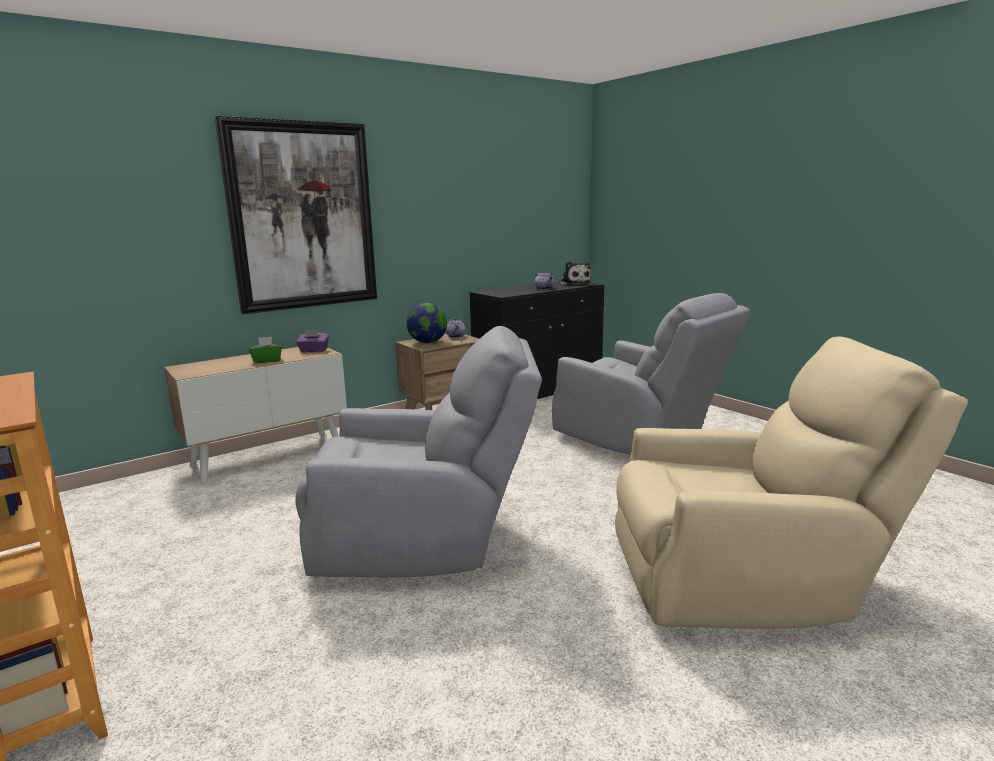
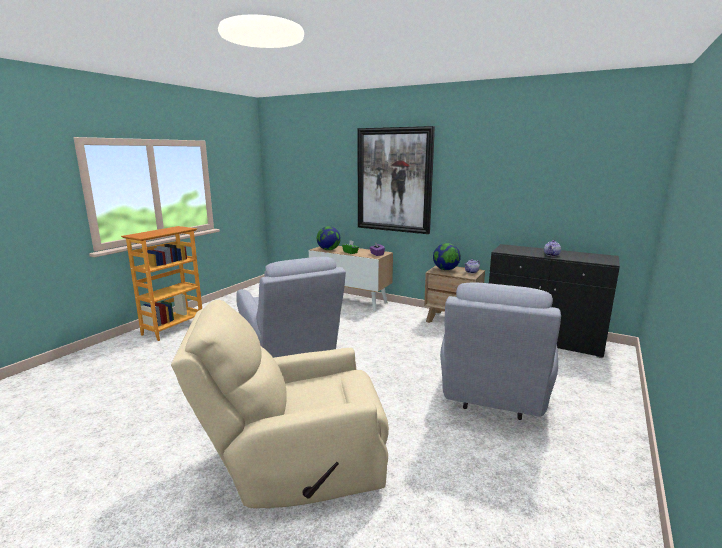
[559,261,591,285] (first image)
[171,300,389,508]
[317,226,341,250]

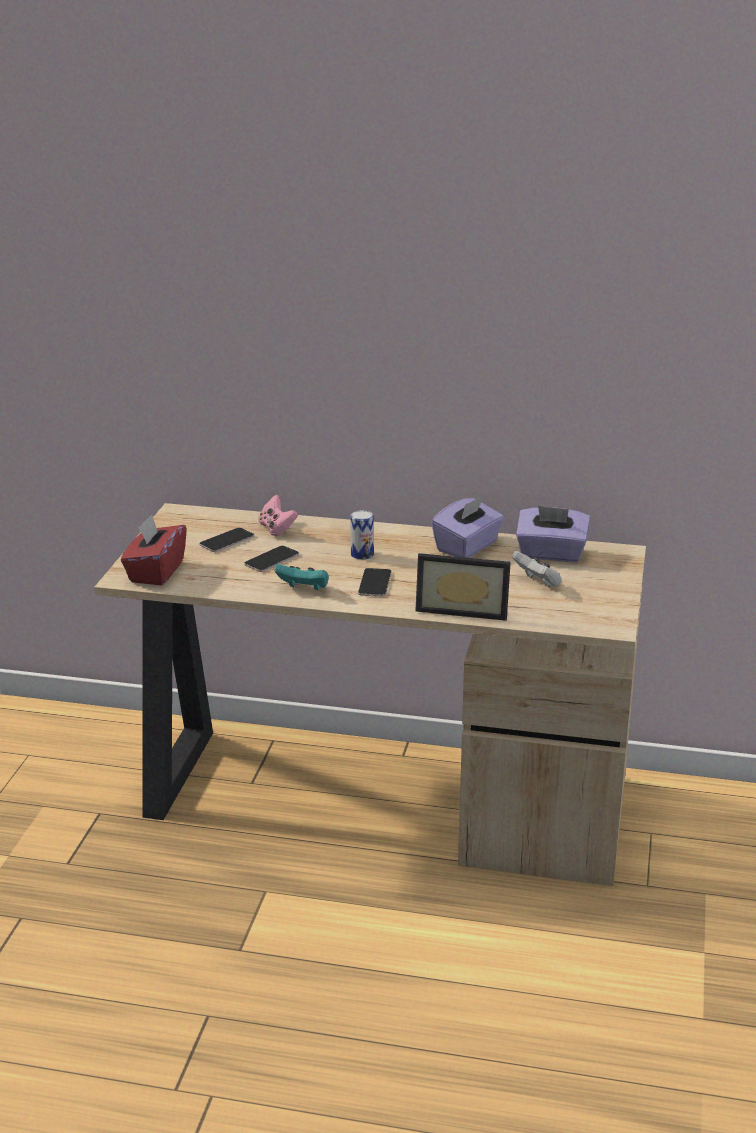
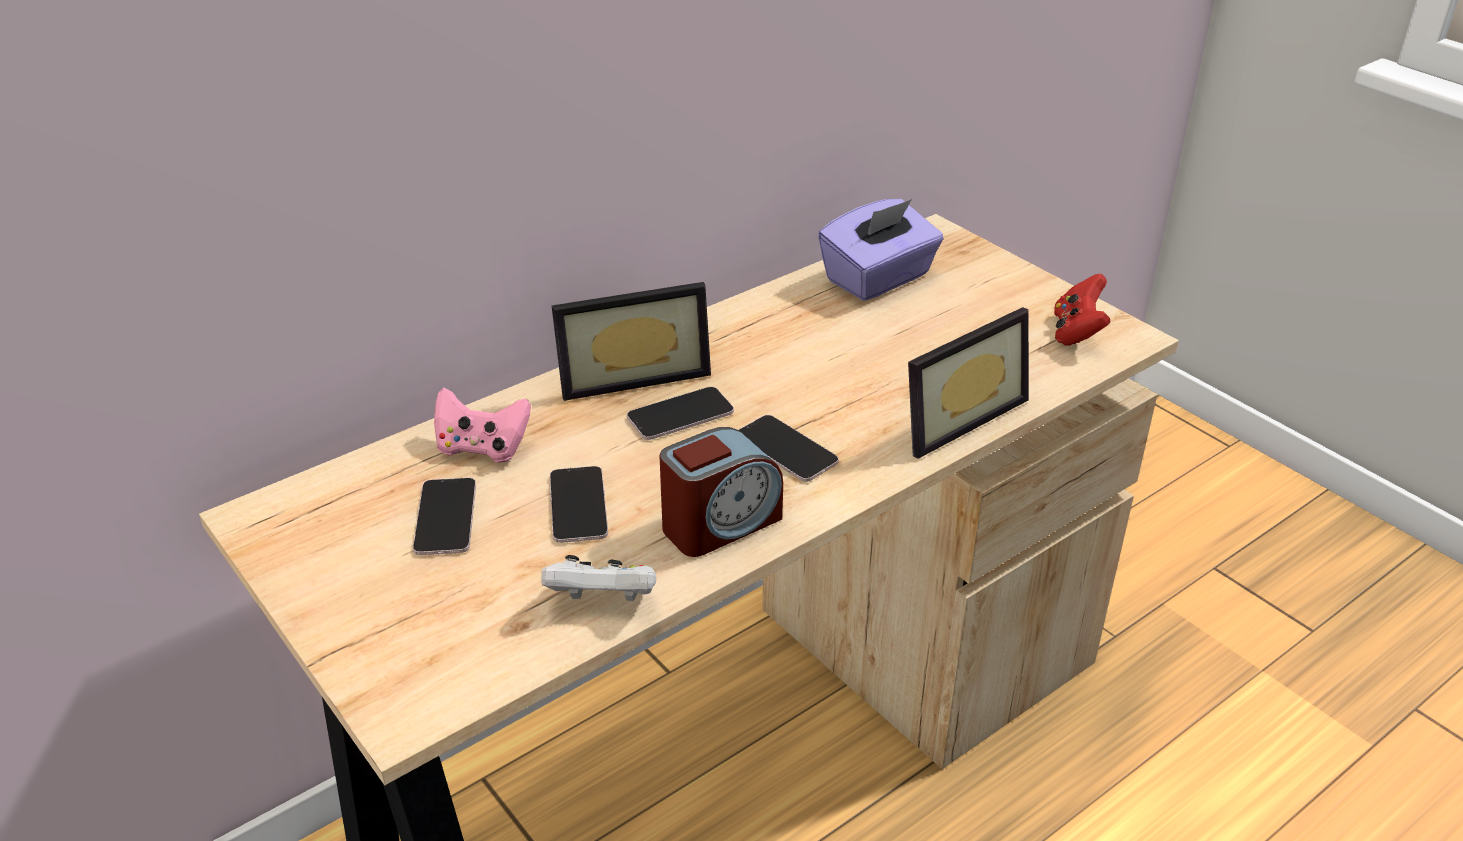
[121,514,187,586] (first image)
[660,427,783,557]
[627,387,734,440]
[431,495,504,558] (first image)
[541,555,656,601]
[551,282,711,401]
[1054,274,1111,346]

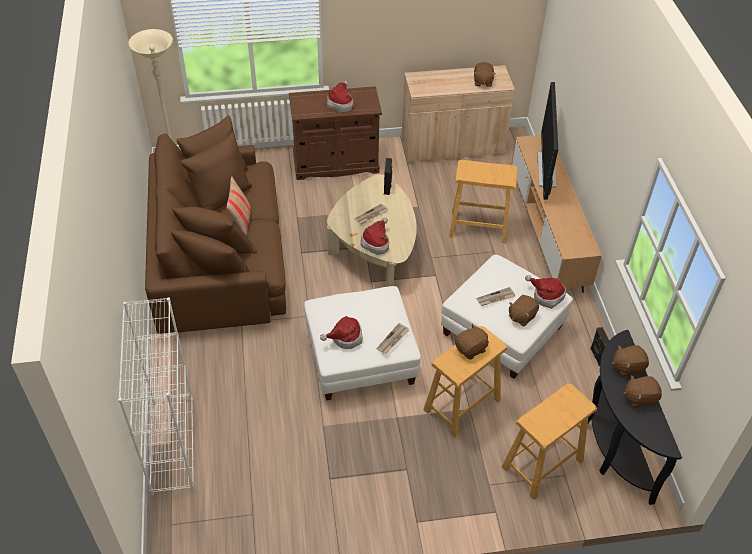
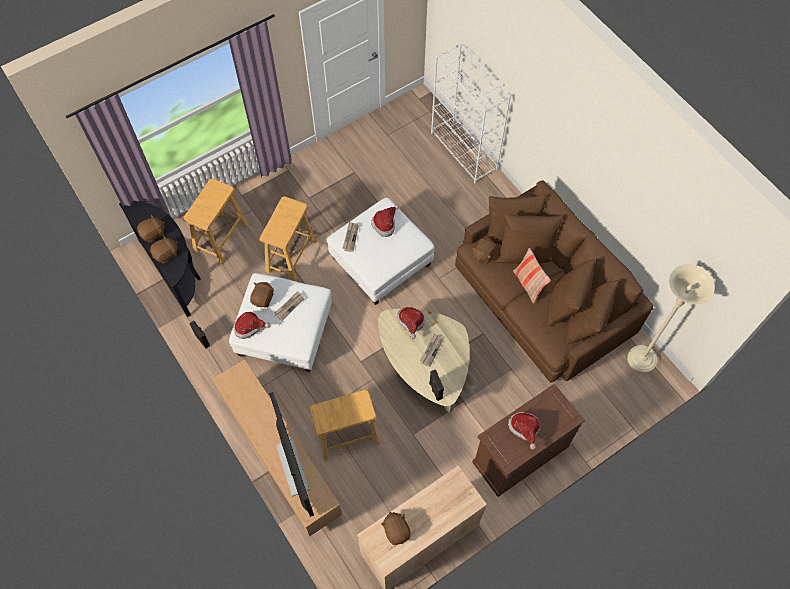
[472,238,496,264]

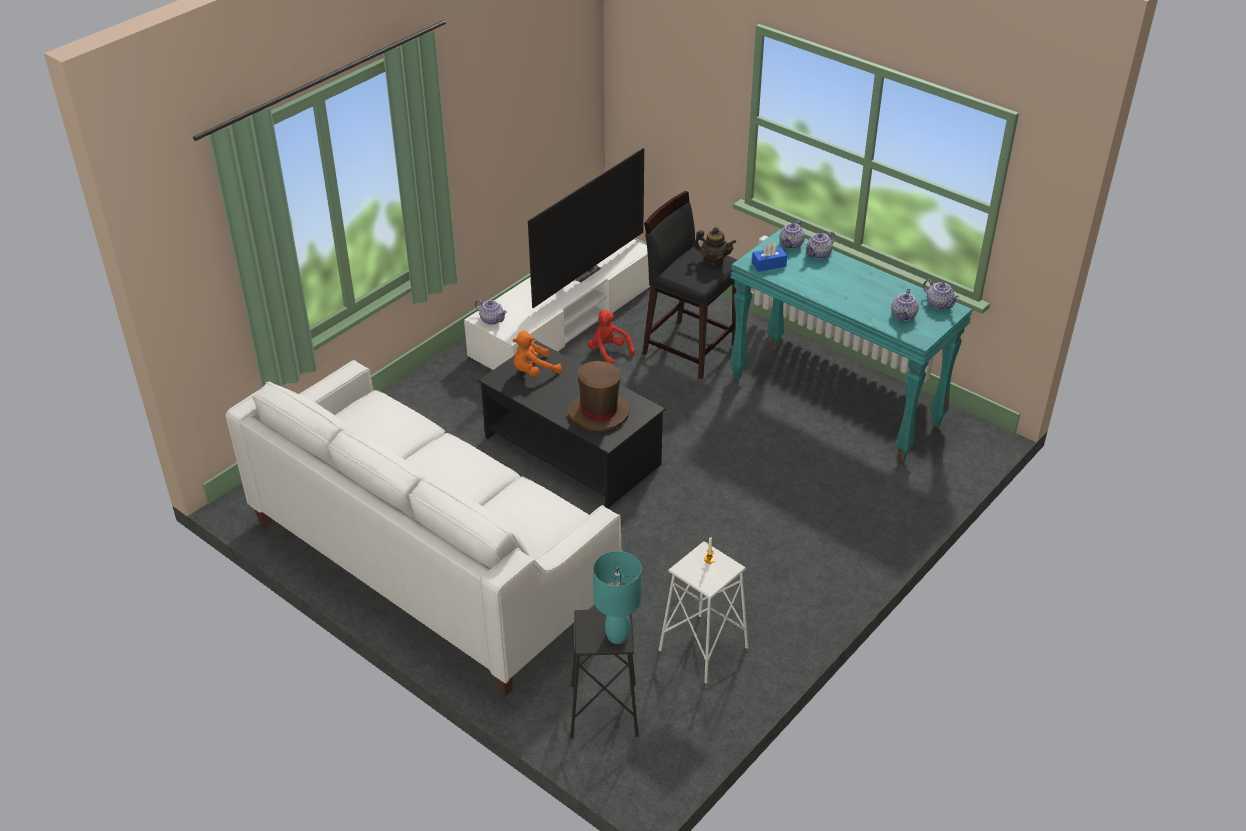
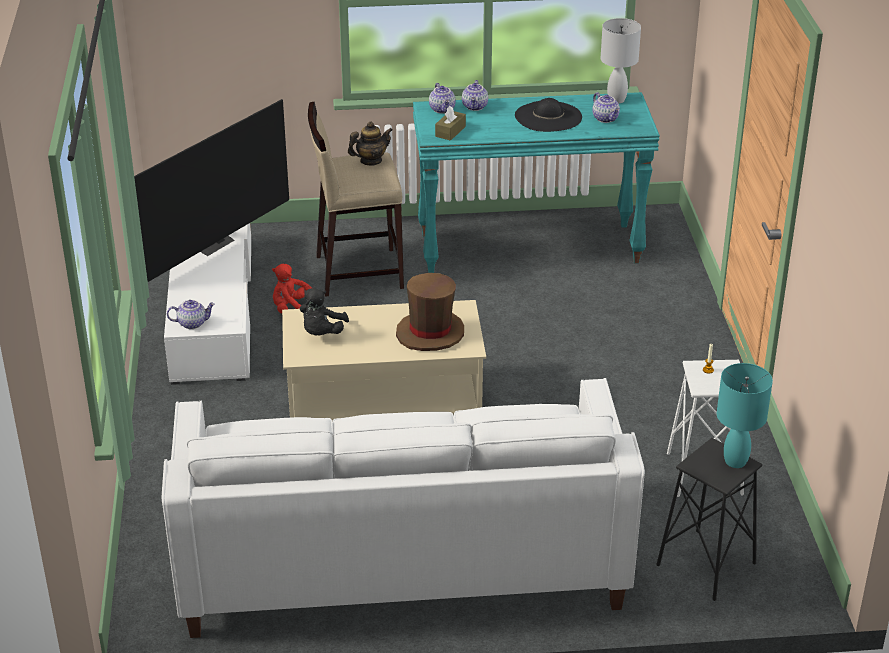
[282,300,486,421]
[300,288,349,335]
[134,99,289,282]
[308,102,404,297]
[435,106,466,141]
[600,18,641,103]
[515,98,582,132]

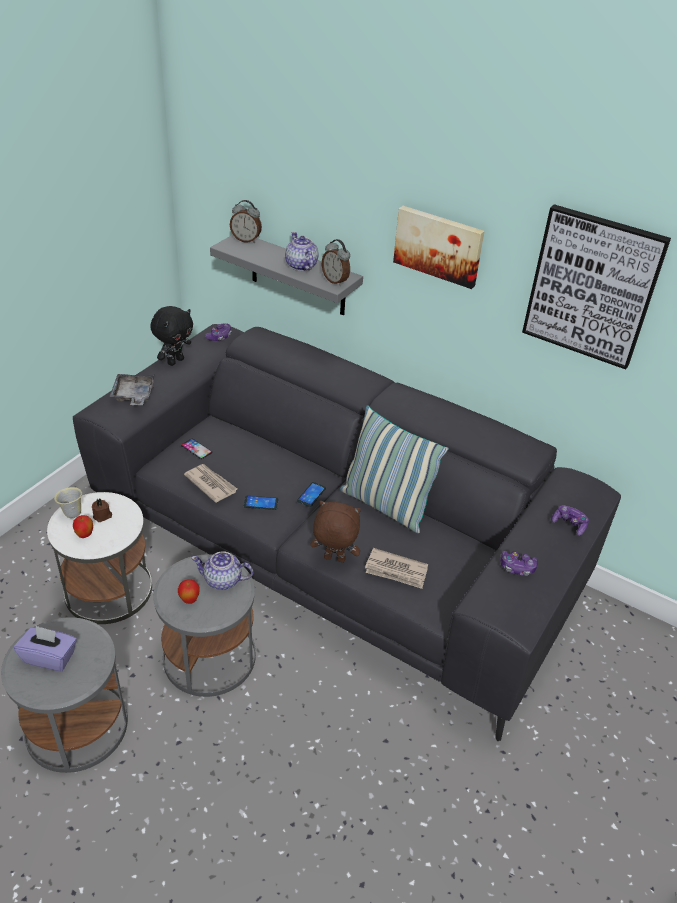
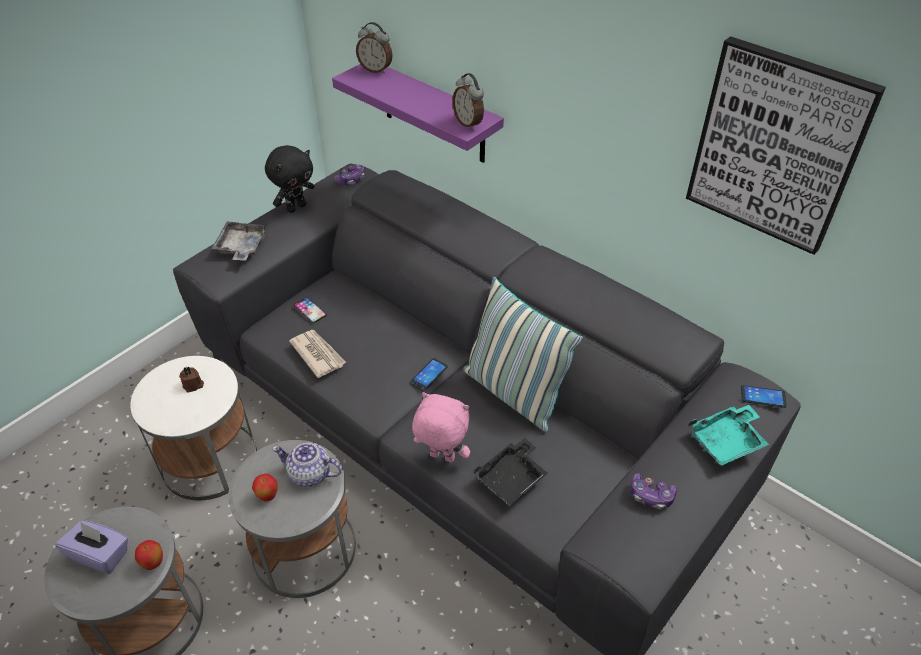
[54,487,82,518] (first image)
[135,540,163,570]
[332,64,504,163]
[741,385,787,408]
[285,232,319,271] (first image)
[412,392,470,463]
[473,438,548,506]
[393,206,485,289] (first image)
[688,405,769,466]

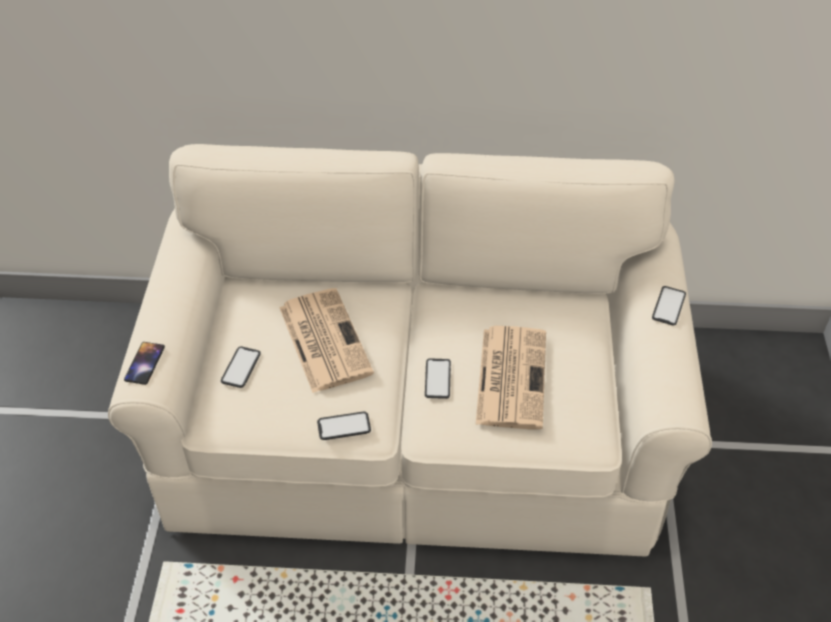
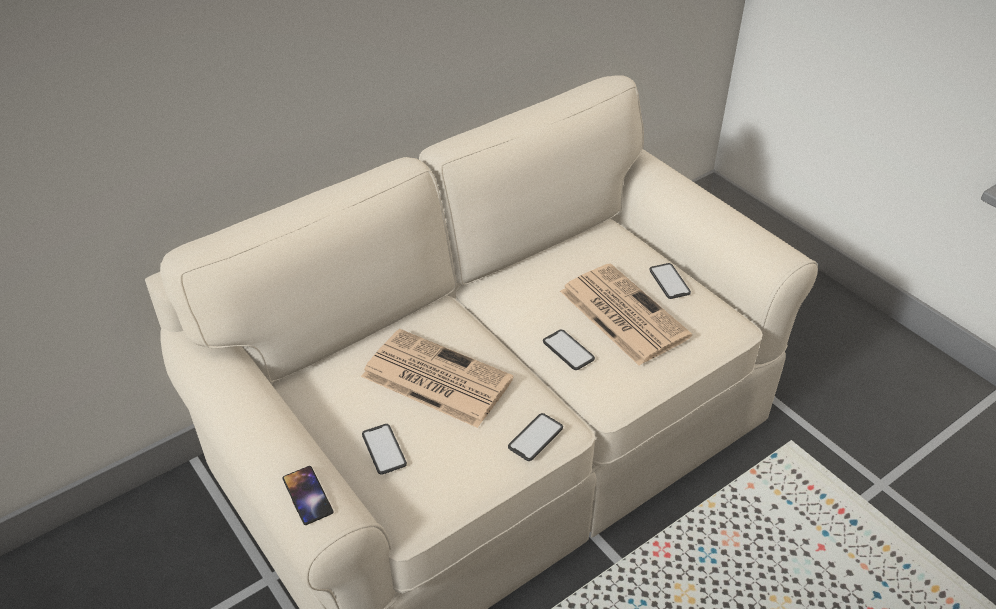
[649,263,691,299]

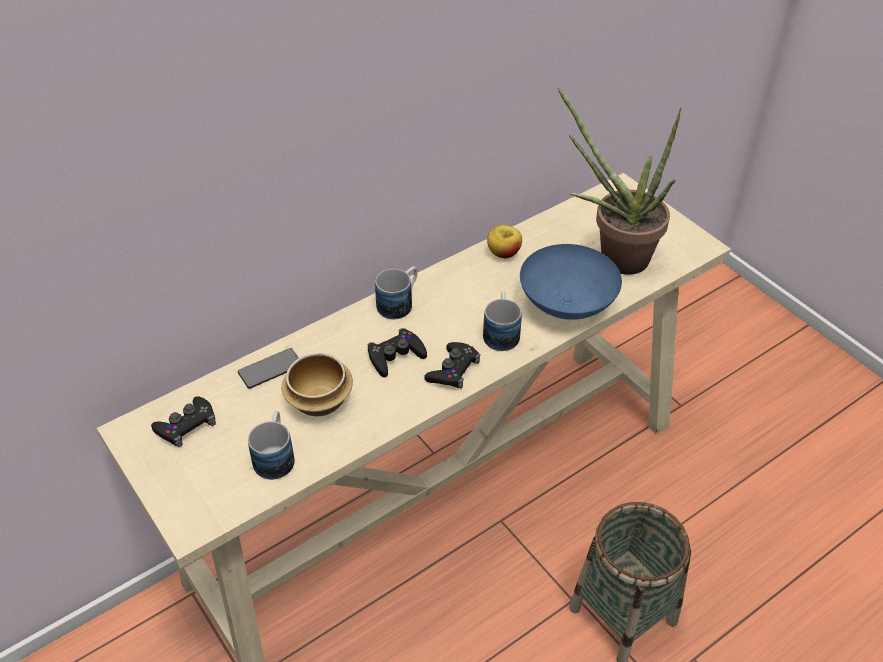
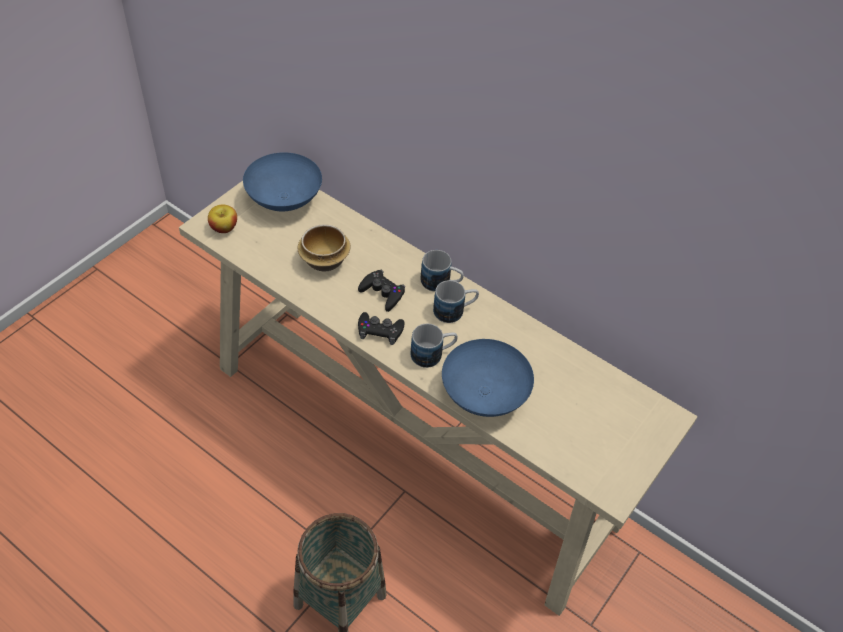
[243,152,322,211]
[238,348,299,389] (first image)
[433,280,479,323]
[208,204,237,233]
[557,87,681,275] (first image)

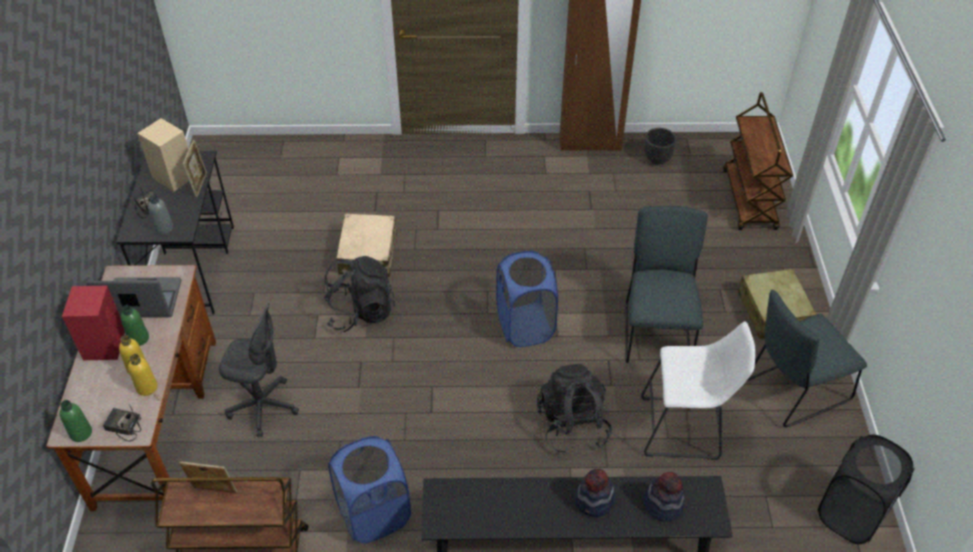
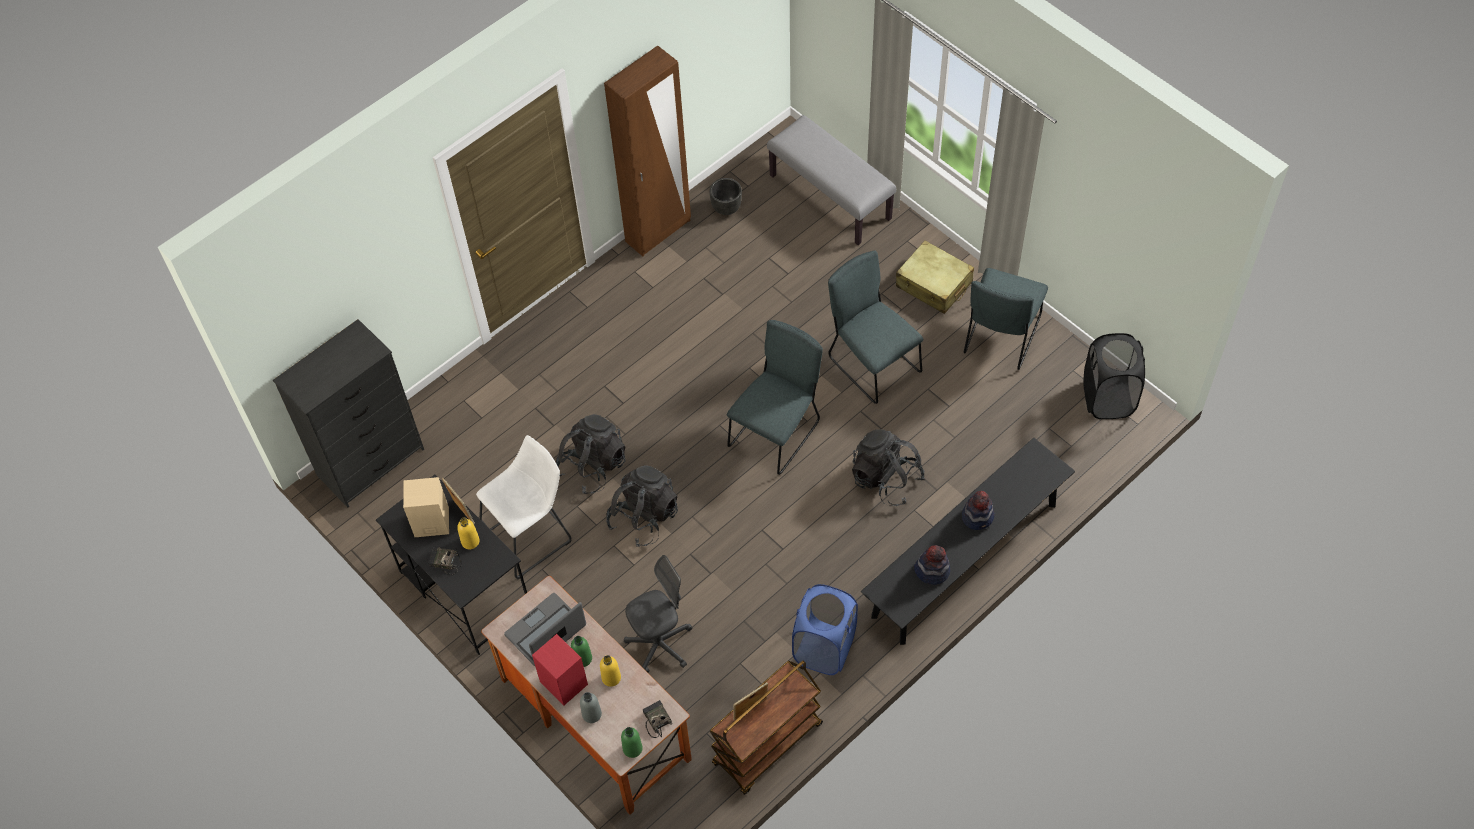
[643,700,672,738]
[457,517,480,549]
[580,692,602,723]
[556,414,626,494]
[727,320,823,475]
[476,435,572,579]
[914,545,950,585]
[767,115,896,245]
[273,319,424,508]

